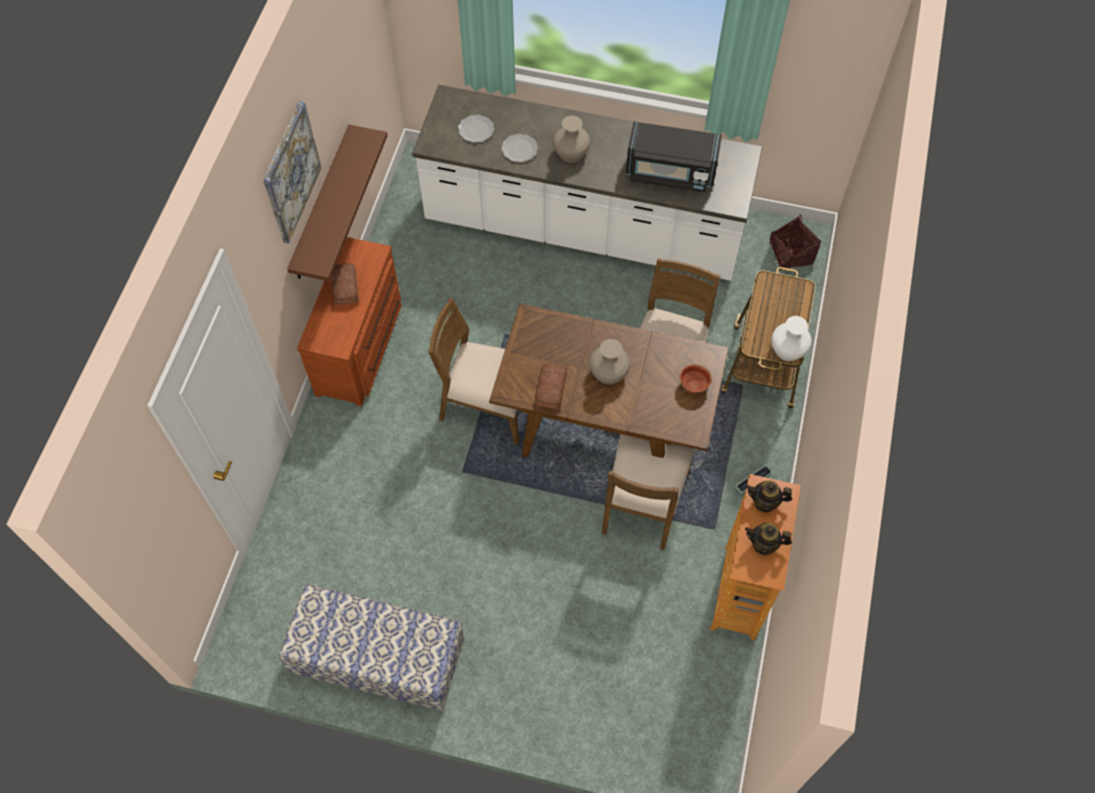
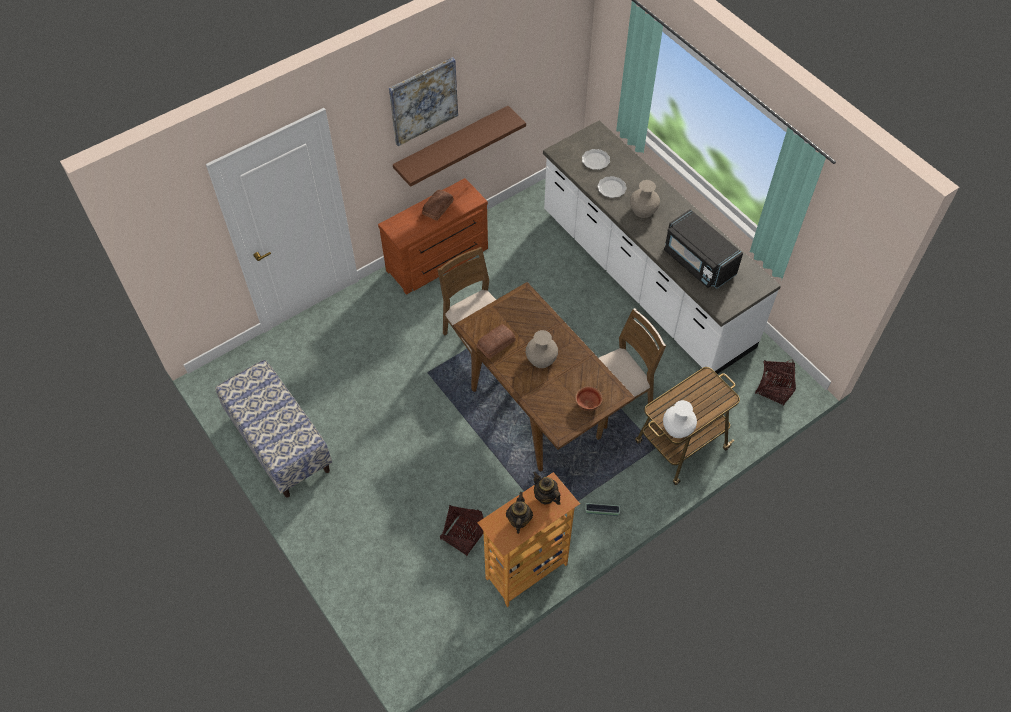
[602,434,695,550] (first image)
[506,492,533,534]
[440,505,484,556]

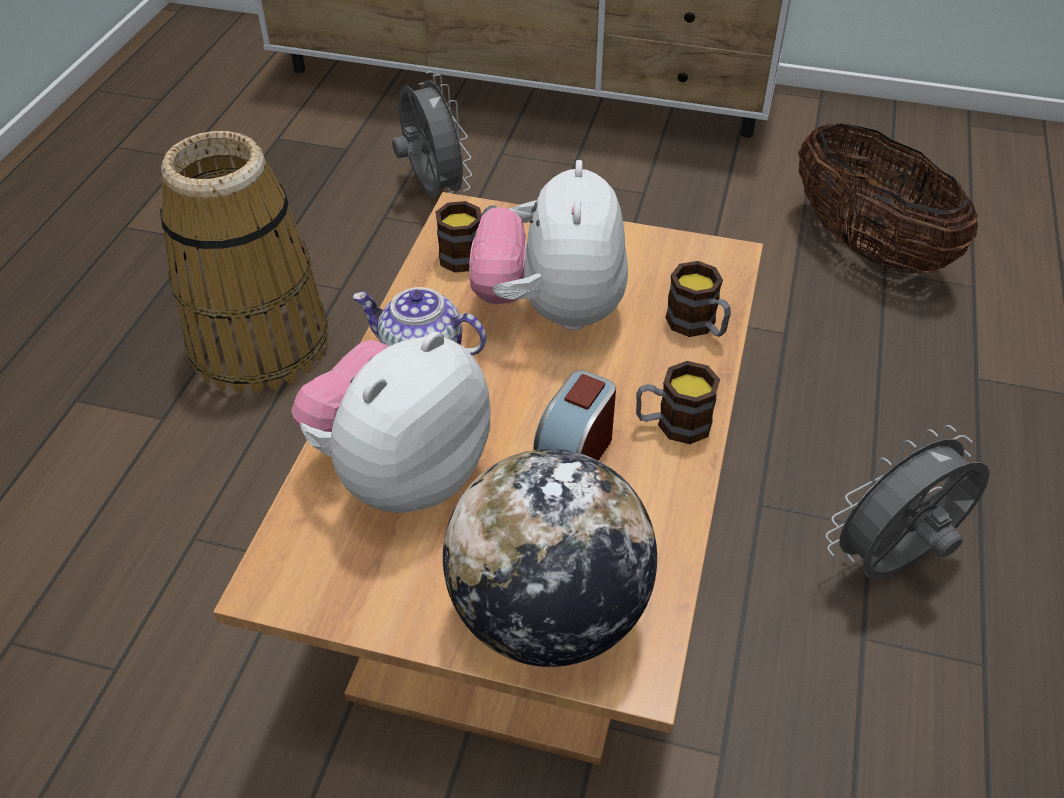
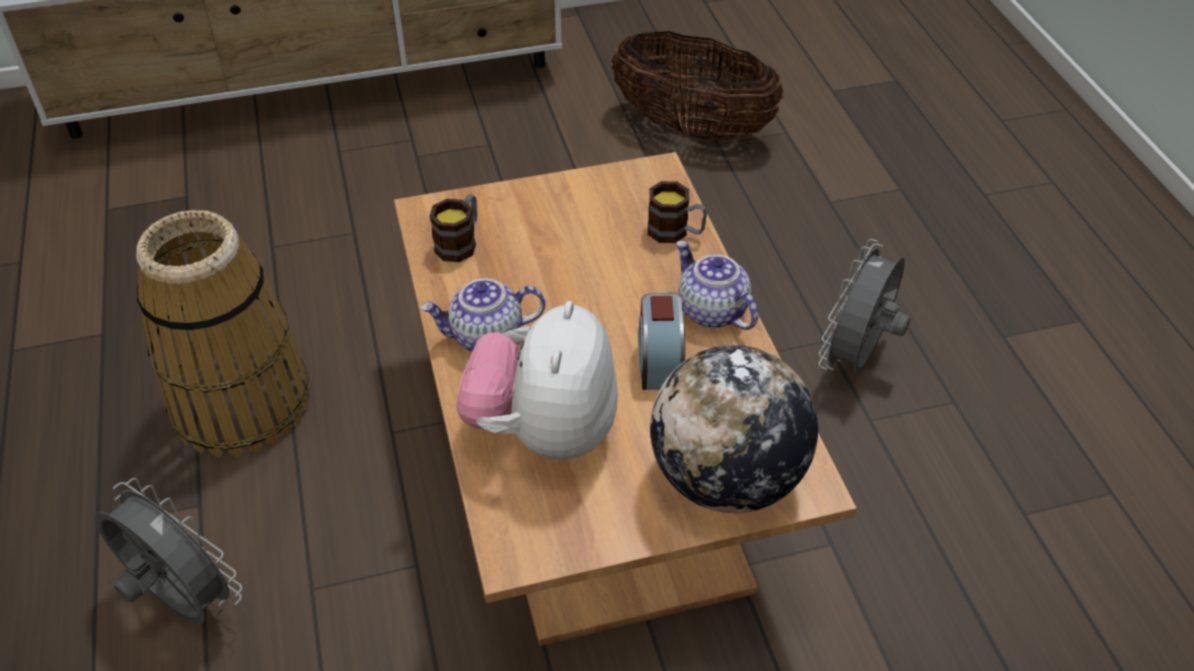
[94,478,242,624]
[469,160,628,330] (first image)
[676,241,758,330]

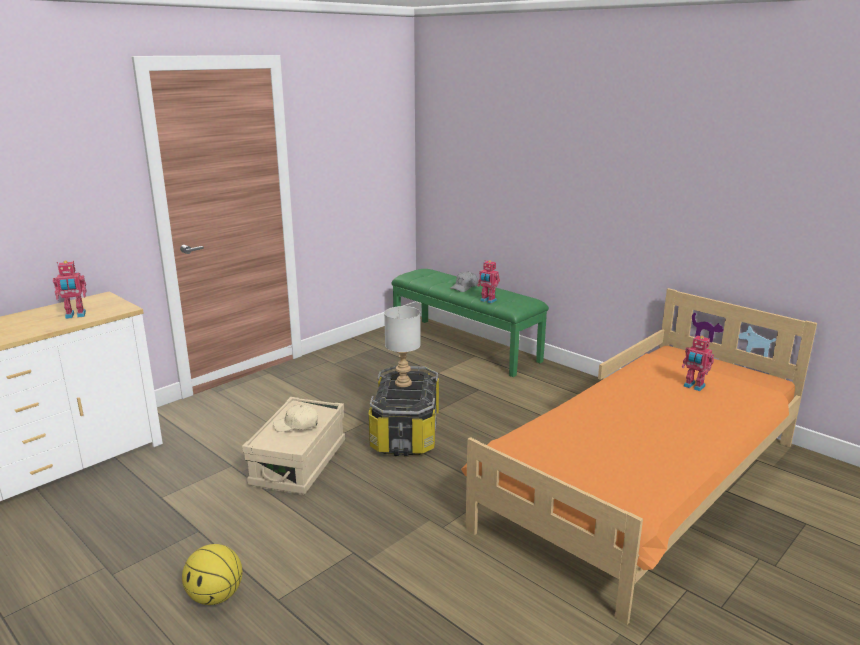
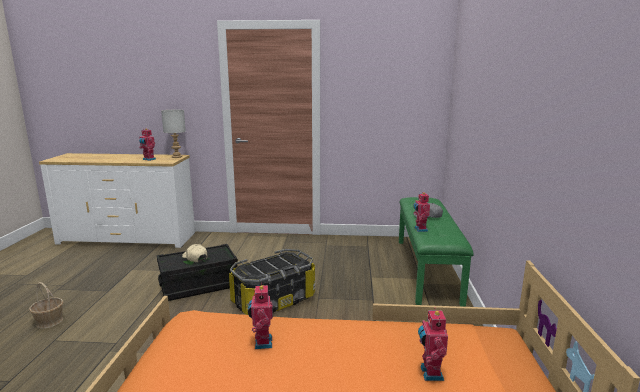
[29,282,64,329]
[157,244,238,301]
[161,109,186,158]
[248,283,273,349]

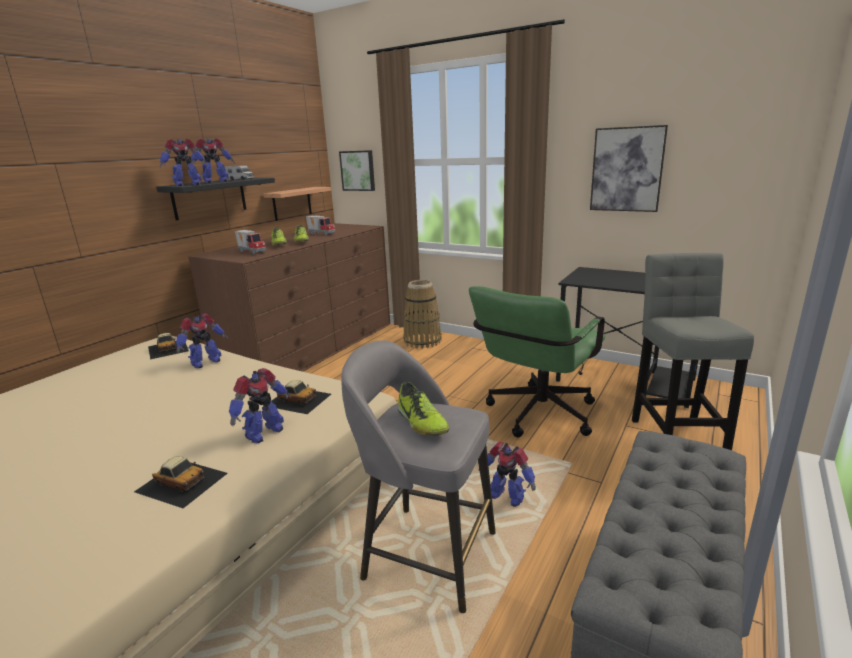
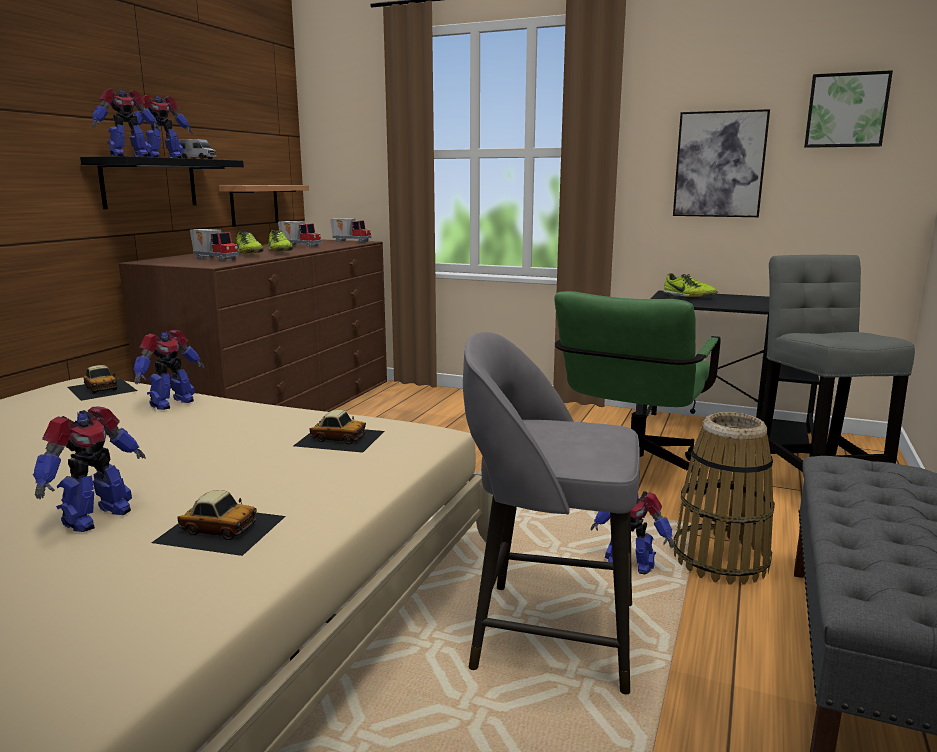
[33,406,146,532]
[804,70,893,148]
[663,273,717,297]
[673,412,775,585]
[330,218,372,243]

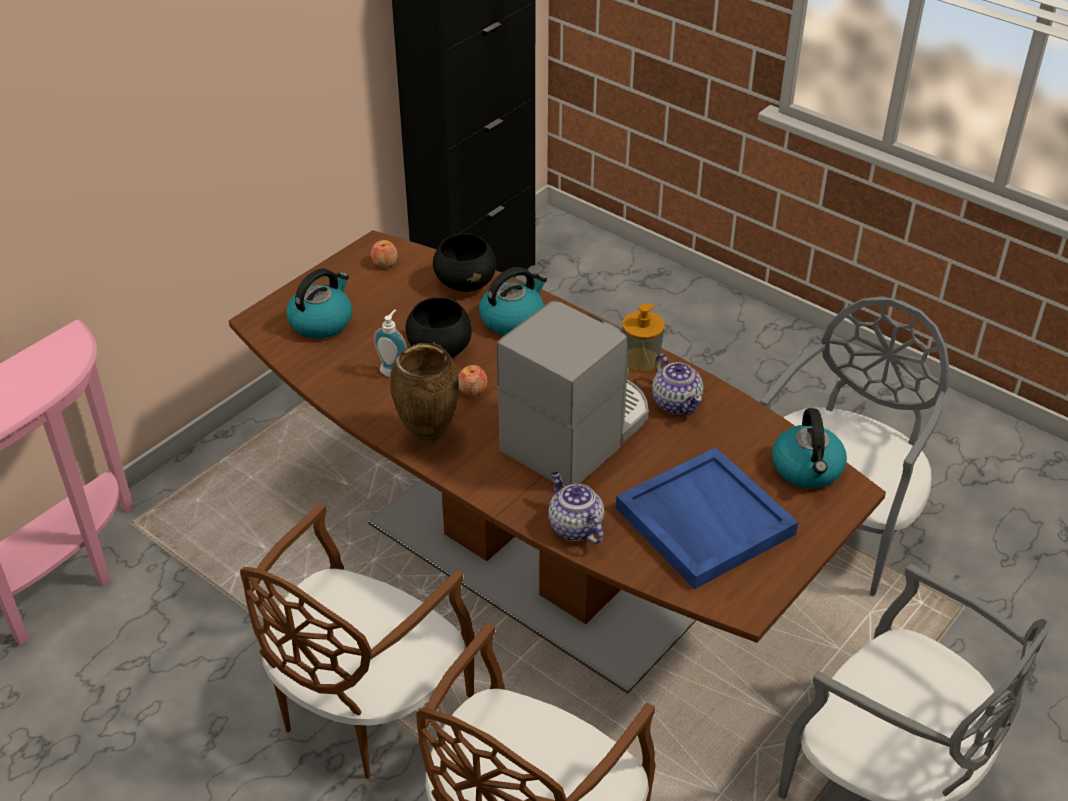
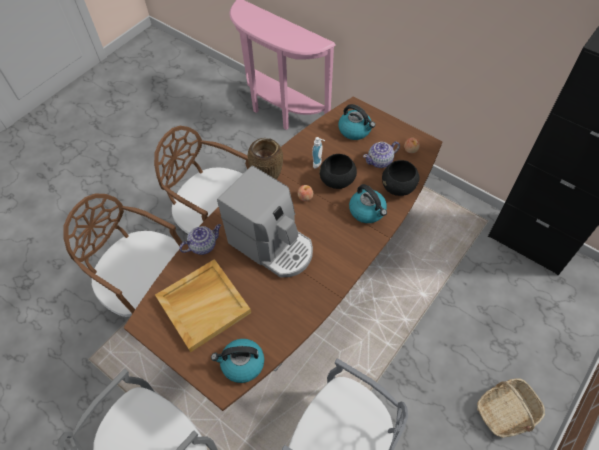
[155,259,251,352]
[622,304,664,372] (first image)
[363,141,400,168]
[477,378,545,438]

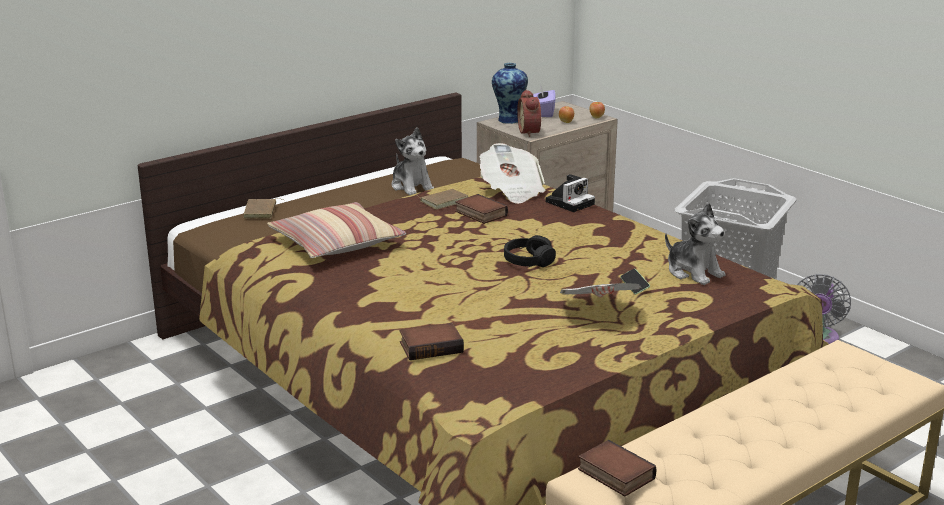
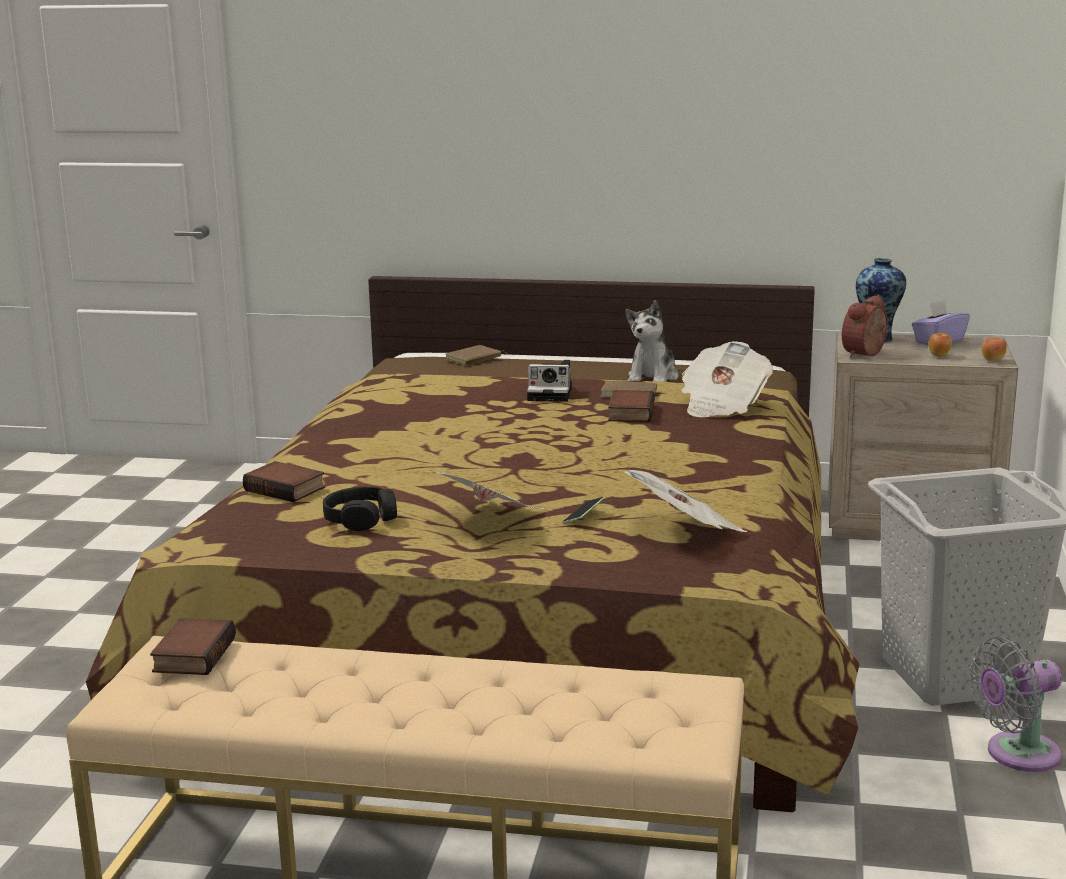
[267,202,406,258] (first image)
[323,487,397,531]
[527,360,572,402]
[623,470,747,532]

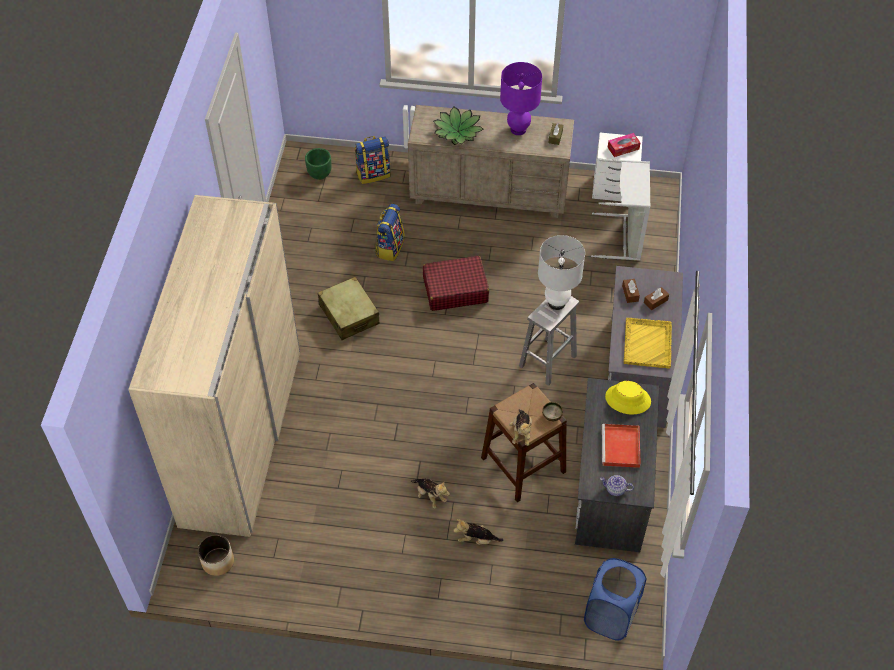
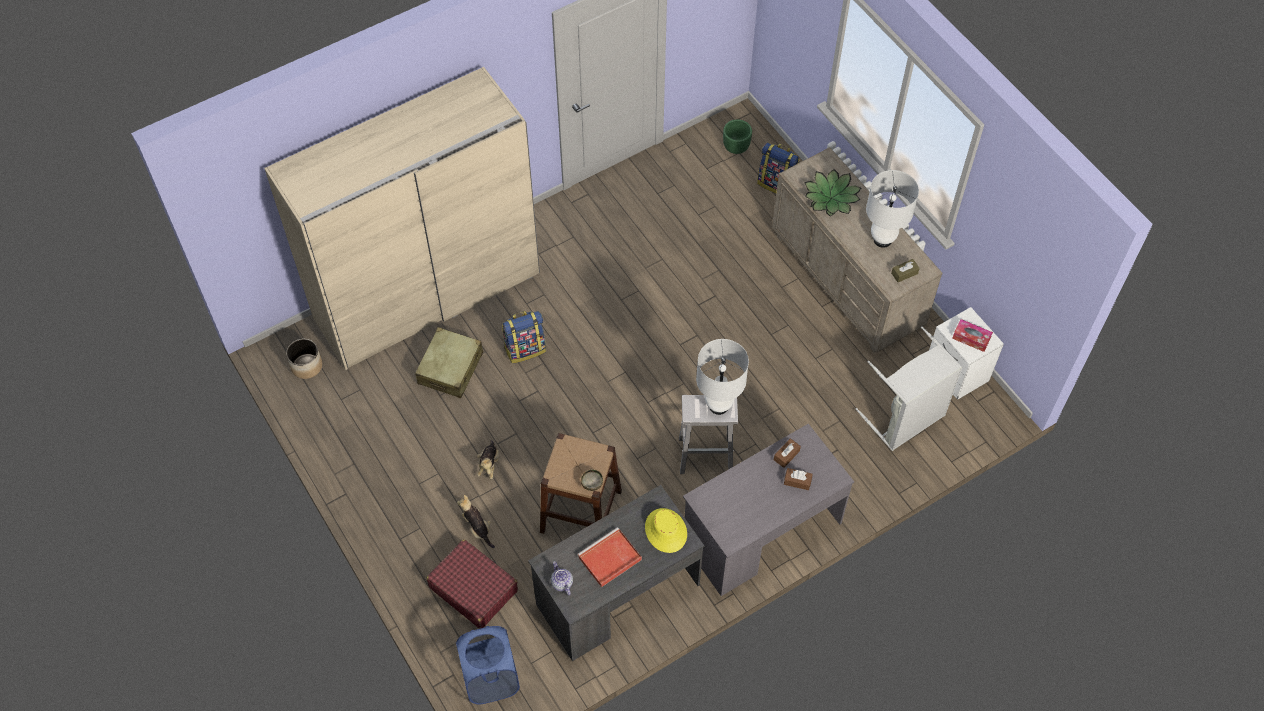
[415,327,483,398]
[502,311,546,363]
[426,539,518,629]
[866,170,919,248]
[509,409,532,446] (first image)
[624,318,672,369] (first image)

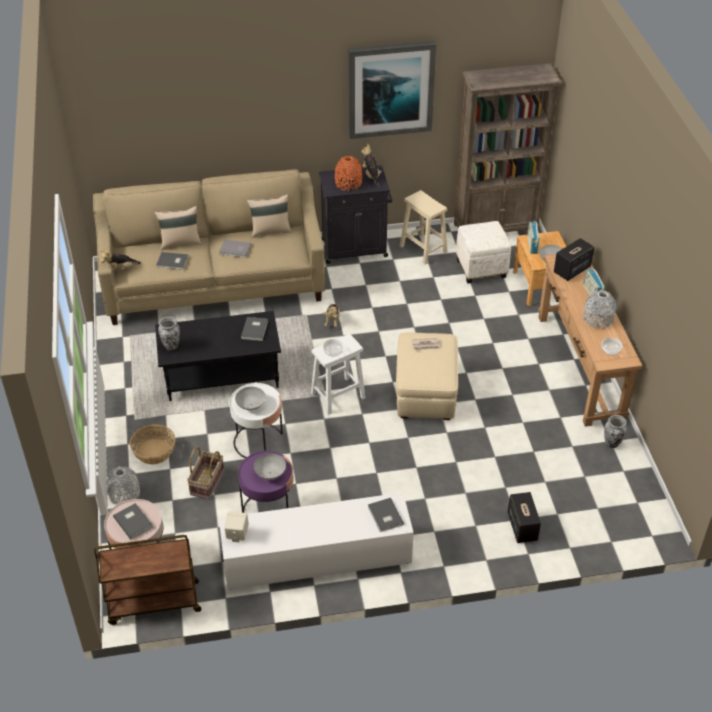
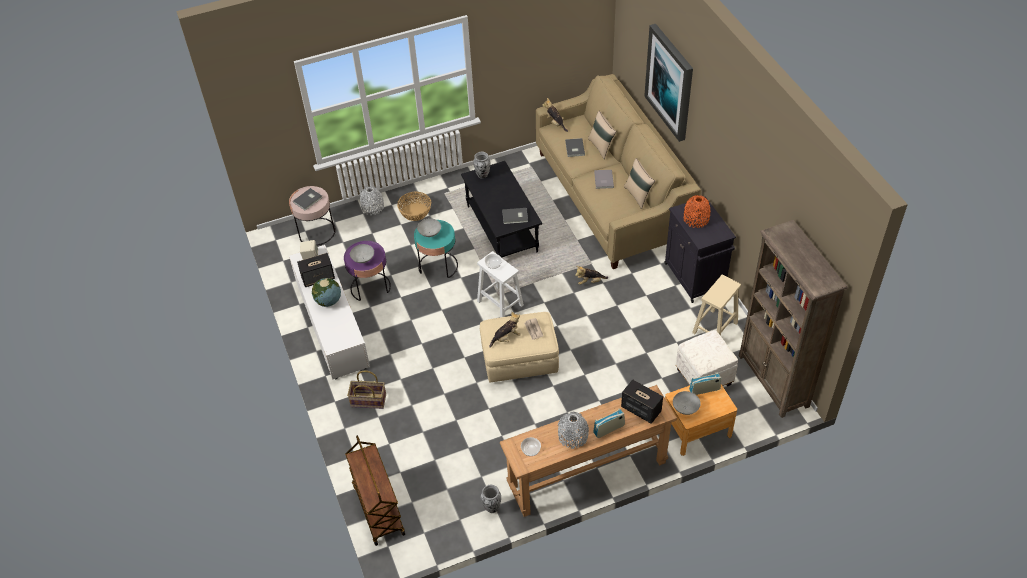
[345,435,405,546]
[347,371,386,409]
[414,220,458,278]
[644,24,693,142]
[489,312,521,348]
[368,498,404,532] (first image)
[297,253,335,287]
[312,278,341,307]

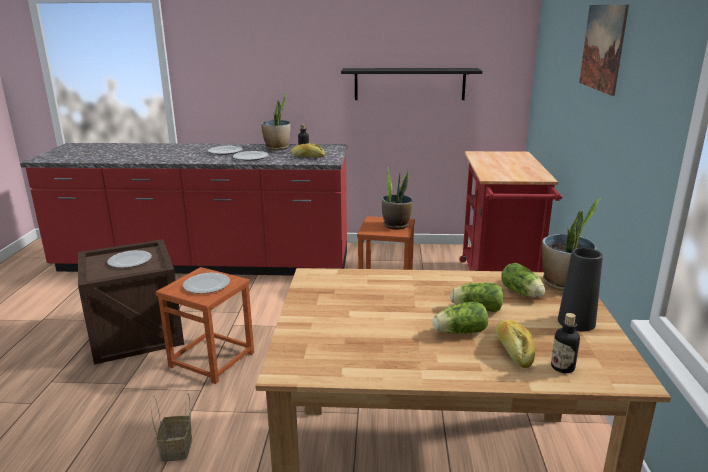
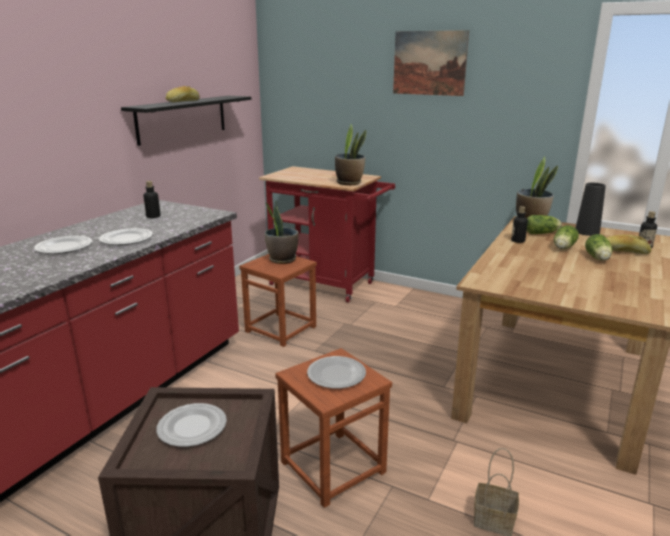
[335,124,366,185]
[165,86,200,102]
[511,206,528,243]

